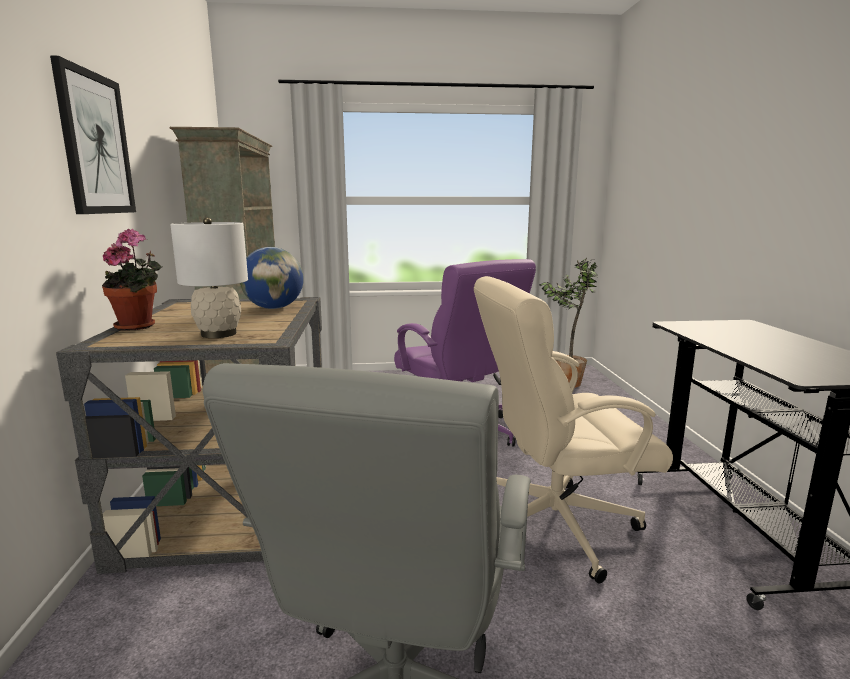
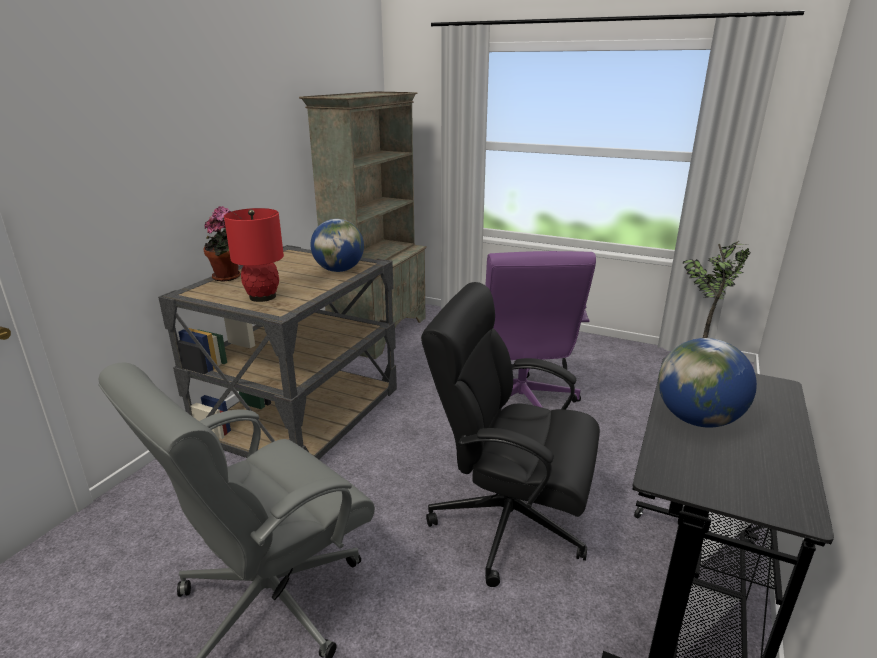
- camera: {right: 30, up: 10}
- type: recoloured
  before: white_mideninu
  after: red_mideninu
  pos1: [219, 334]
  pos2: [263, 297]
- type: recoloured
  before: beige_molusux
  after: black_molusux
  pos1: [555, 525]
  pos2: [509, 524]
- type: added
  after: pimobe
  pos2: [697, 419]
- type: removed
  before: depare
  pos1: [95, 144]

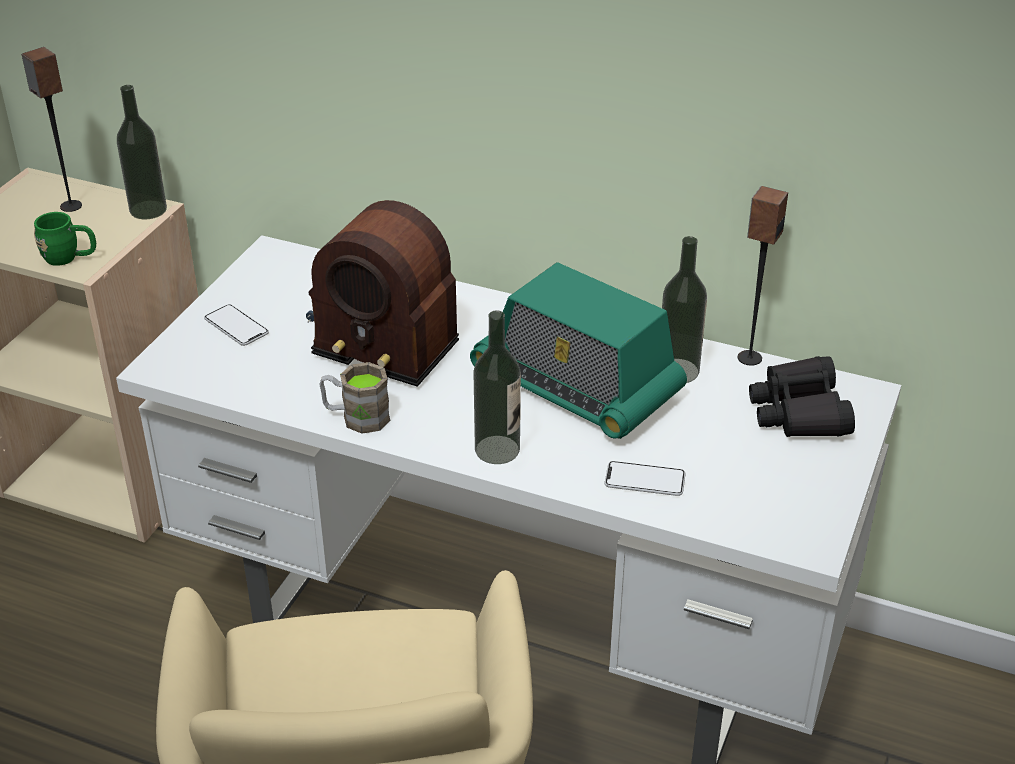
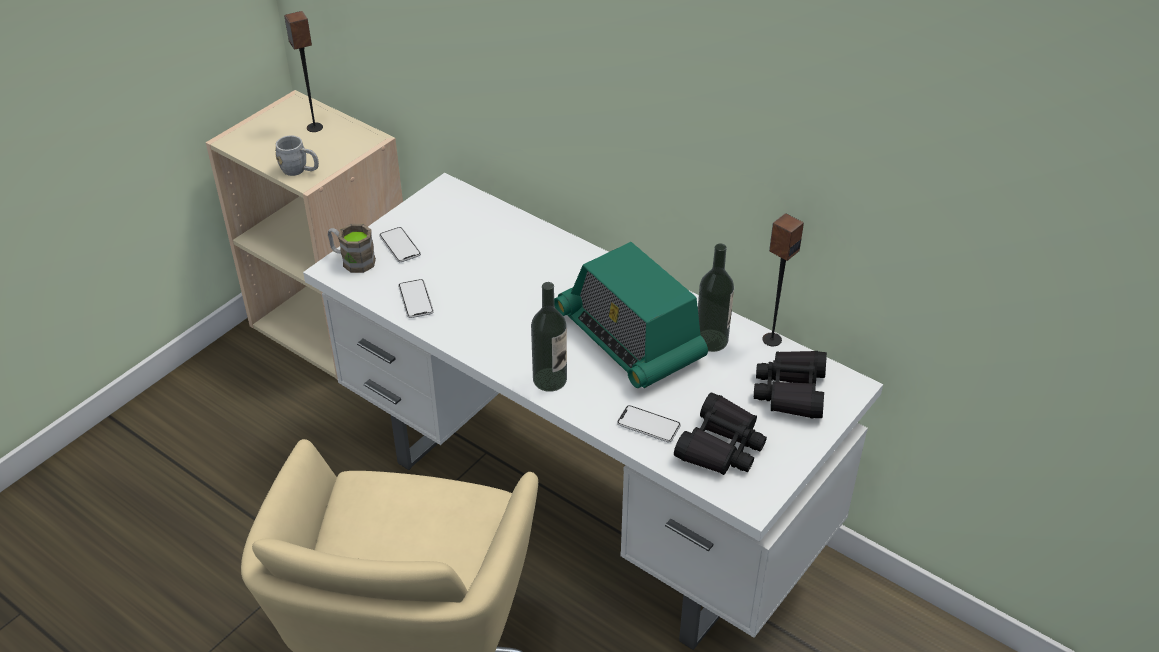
- camera: {right: 15, up: 5}
- type: recoloured
  before: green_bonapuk
  after: grey_bonapuk
  pos1: [69, 258]
  pos2: [299, 170]
- type: moved
  before: brown_bonapuk
  pos1: [356, 417]
  pos2: [352, 260]
- type: added
  after: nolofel
  pos2: [416, 299]
- type: added
  after: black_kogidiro
  pos2: [721, 446]
- type: removed
  before: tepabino
  pos1: [148, 210]
- type: removed
  before: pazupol
  pos1: [383, 328]

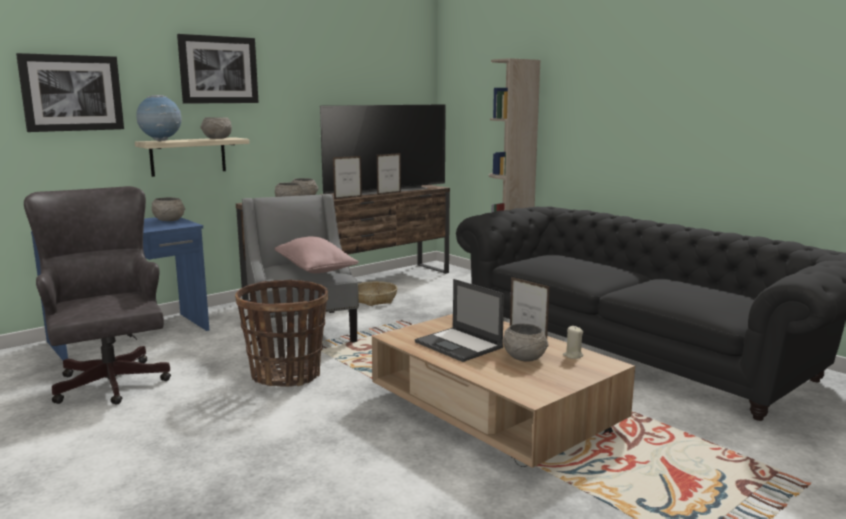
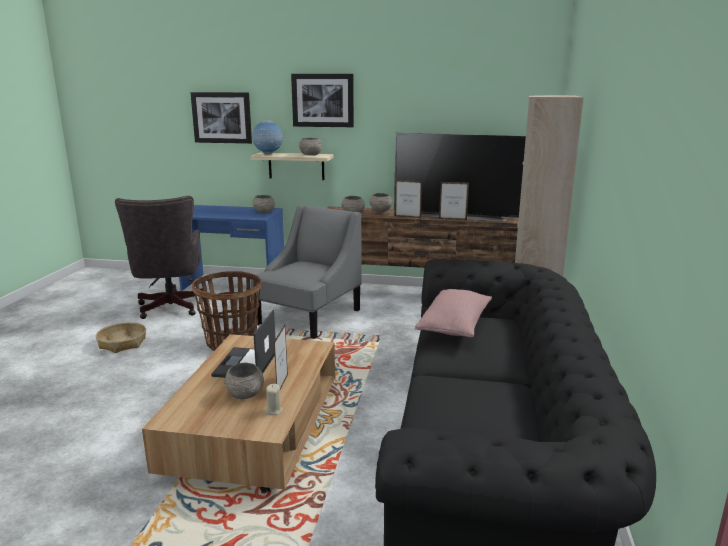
- camera: {right: 50, up: 5}
- type: moved
  before: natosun
  pos1: [374, 299]
  pos2: [123, 343]
- type: turned
  before: grey_molusux
  pos1: [110, 381]
  pos2: [170, 309]
  turn: 150
- type: moved
  before: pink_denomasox
  pos1: [315, 269]
  pos2: [454, 326]

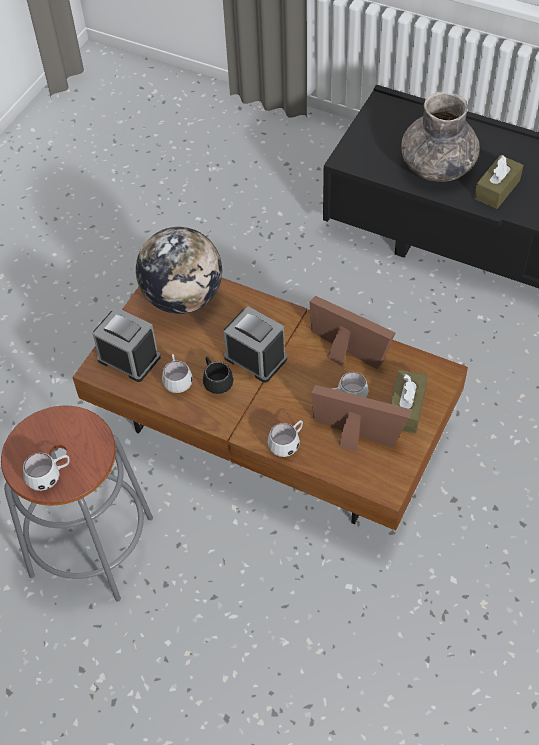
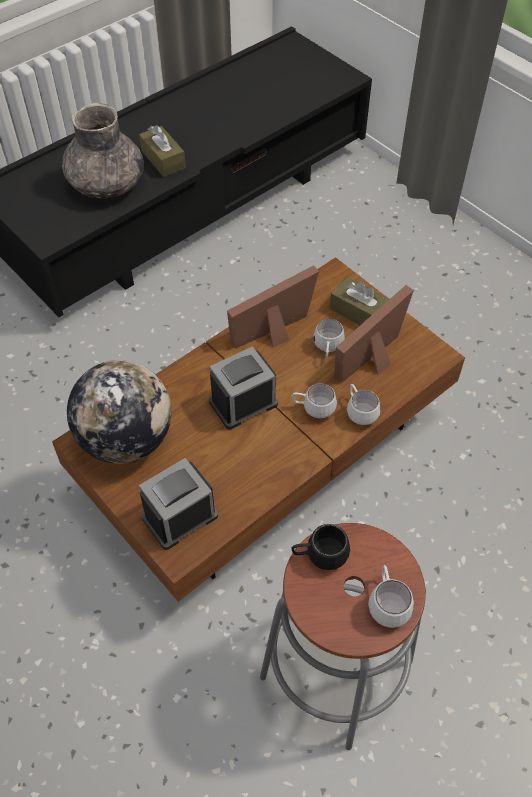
- camera: {right: -70, up: 0}
- type: moved
  before: black_bonapuk
  pos1: [216, 382]
  pos2: [319, 556]
- type: moved
  before: white_bonapuk
  pos1: [177, 381]
  pos2: [313, 409]

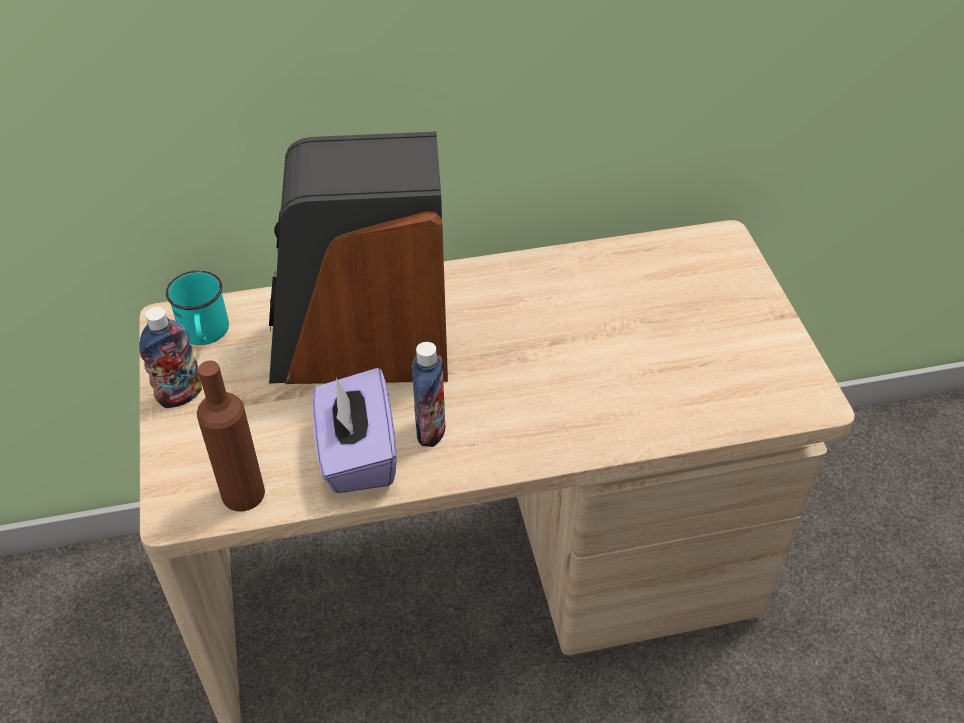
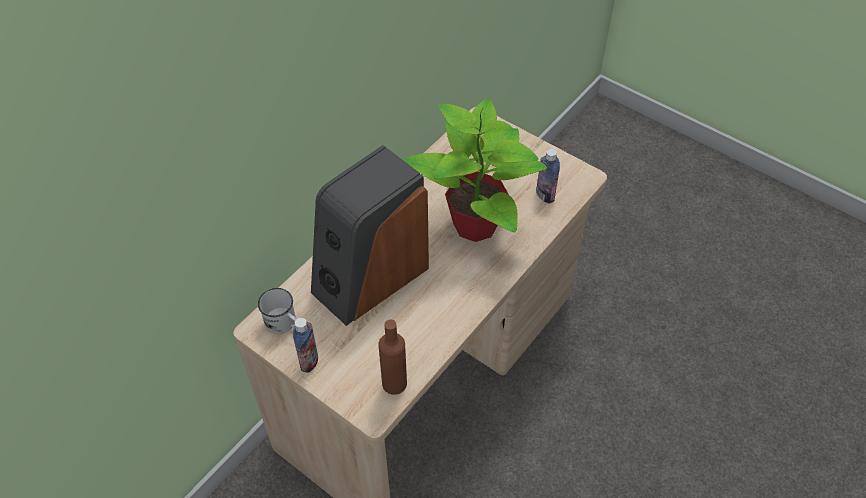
- camera: {right: -40, up: 5}
- type: recoloured
  before: turquoise_bonapuk
  after: white_bonapuk
  pos1: [204, 334]
  pos2: [284, 324]
- type: added
  after: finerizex
  pos2: [477, 224]
- type: moved
  before: tepabino
  pos1: [430, 430]
  pos2: [545, 195]
- type: removed
  before: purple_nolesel
  pos1: [357, 455]

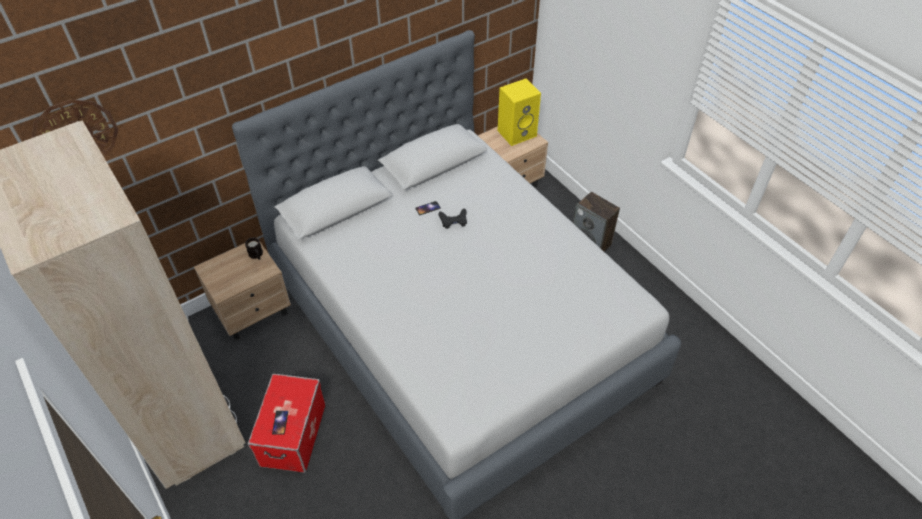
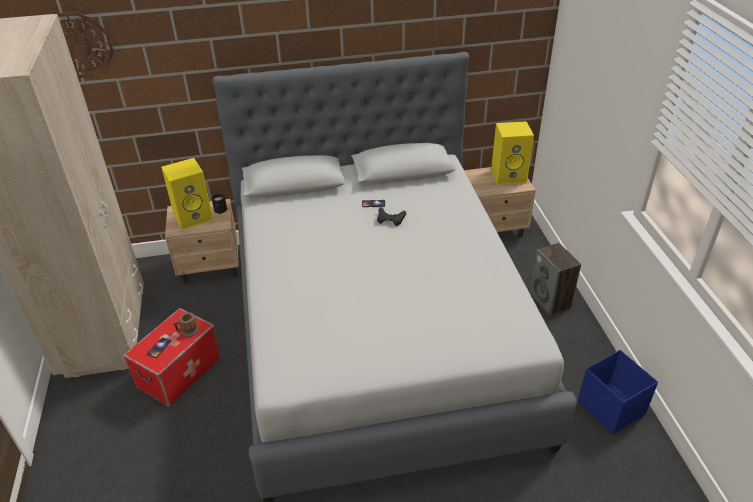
- camera: {right: 25, up: -10}
- type: added
  after: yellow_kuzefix
  pos2: [194, 216]
- type: added
  after: bonapuk
  pos2: [188, 331]
- type: added
  after: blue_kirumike
  pos2: [611, 409]

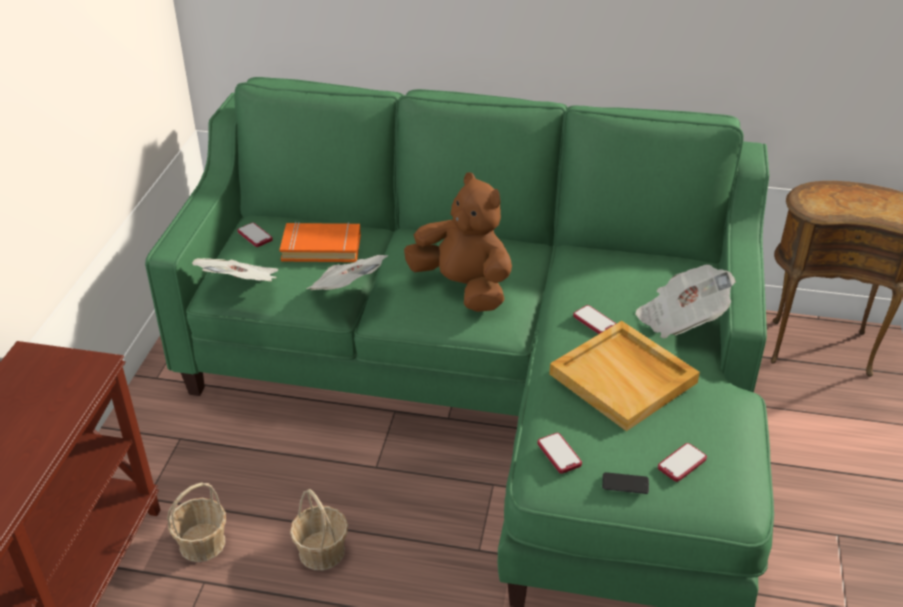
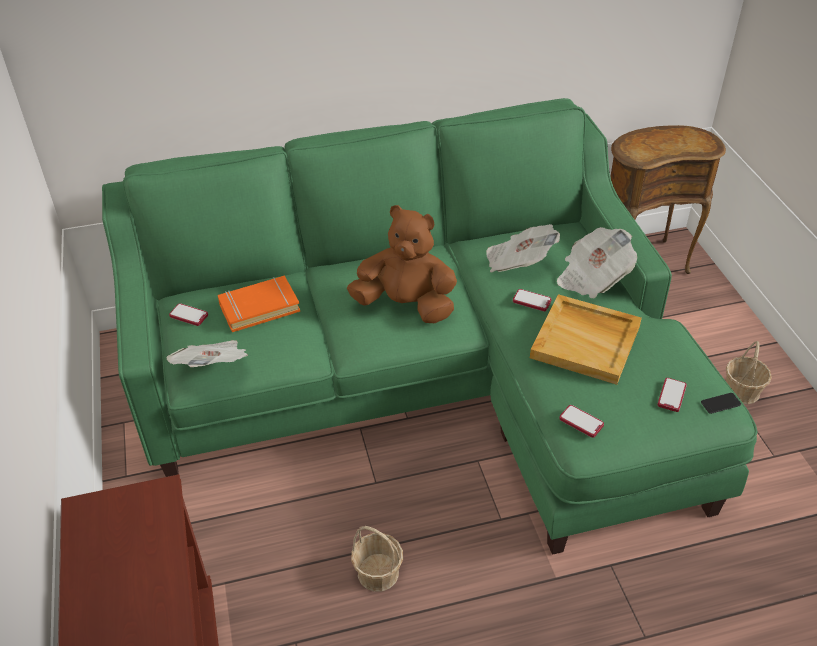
- camera: {right: -25, up: 5}
- type: moved
  before: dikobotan
  pos1: [348, 290]
  pos2: [518, 263]
- type: moved
  before: nolofel
  pos1: [625, 484]
  pos2: [720, 403]
- type: moved
  before: natosun
  pos1: [202, 543]
  pos2: [742, 391]

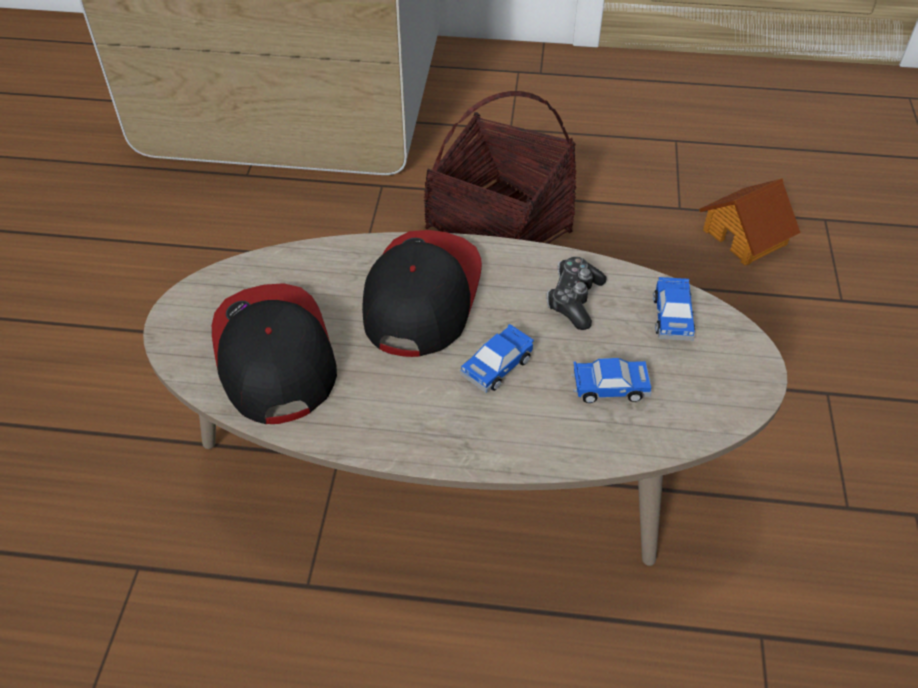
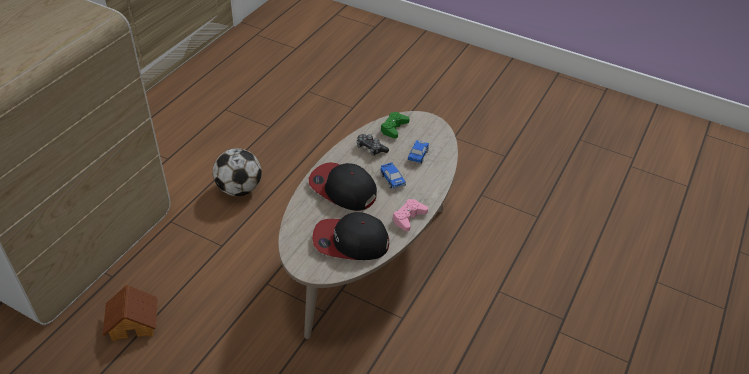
- camera: {right: -70, up: -5}
- type: moved
  before: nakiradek
  pos1: [745, 236]
  pos2: [133, 322]
- type: replaced
  before: natosun
  after: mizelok
  pos1: [499, 231]
  pos2: [239, 189]
- type: replaced
  before: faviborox
  after: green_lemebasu
  pos1: [672, 317]
  pos2: [394, 128]
- type: added
  after: pink_lemebasu
  pos2: [408, 218]

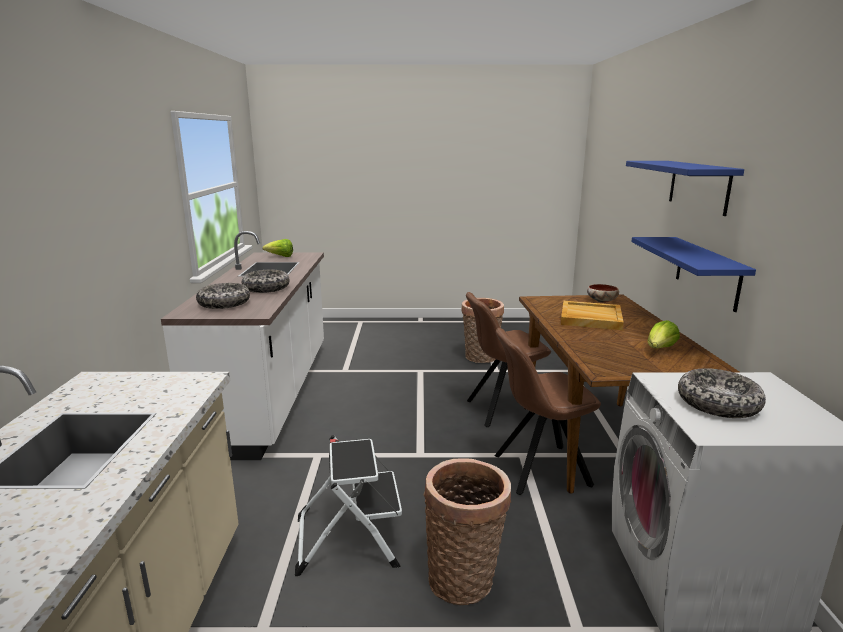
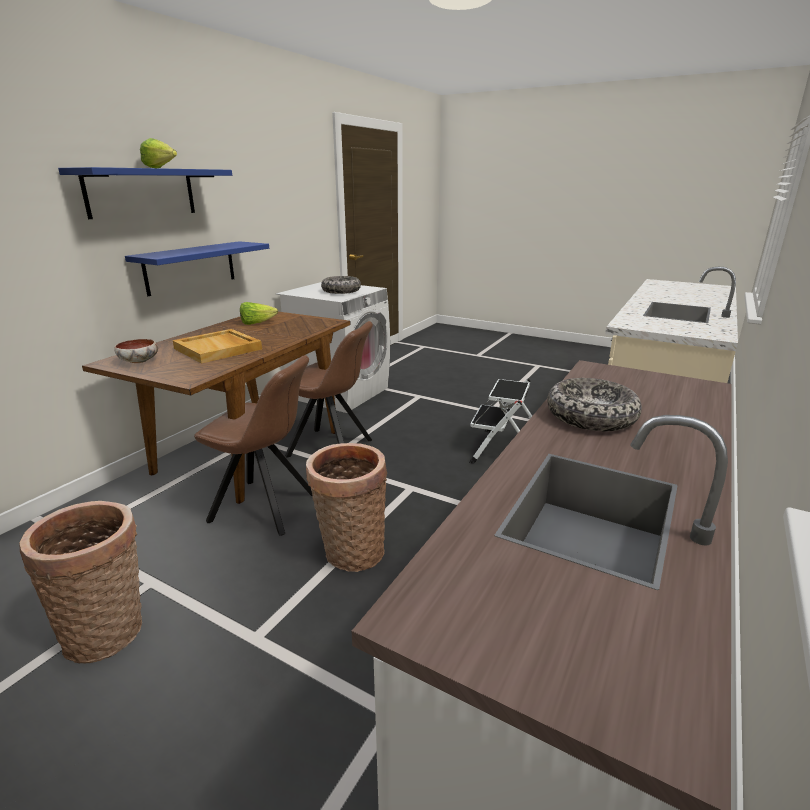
- camera: {right: -150, up: 5}
- type: moved
  before: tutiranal
  pos1: [280, 257]
  pos2: [161, 168]
- type: moved
  before: natosun
  pos1: [464, 578]
  pos2: [350, 552]
- type: removed
  before: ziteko
  pos1: [224, 303]

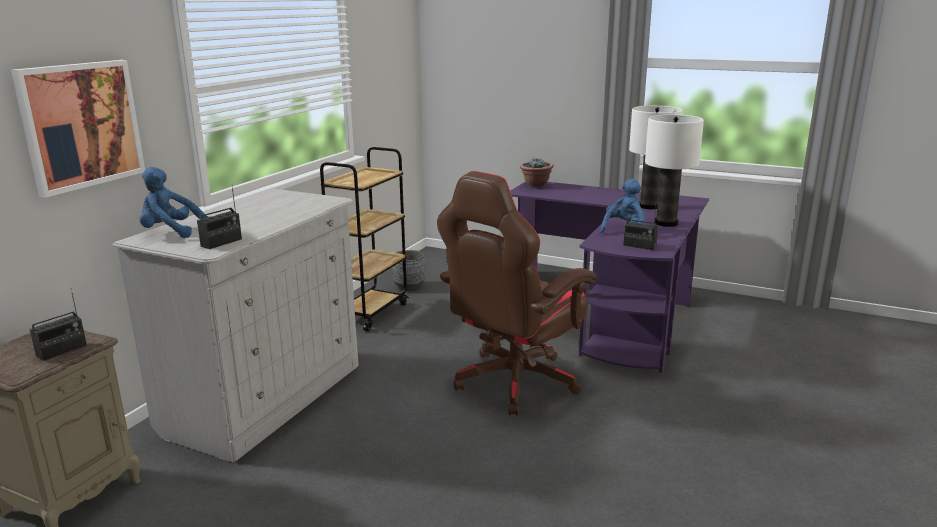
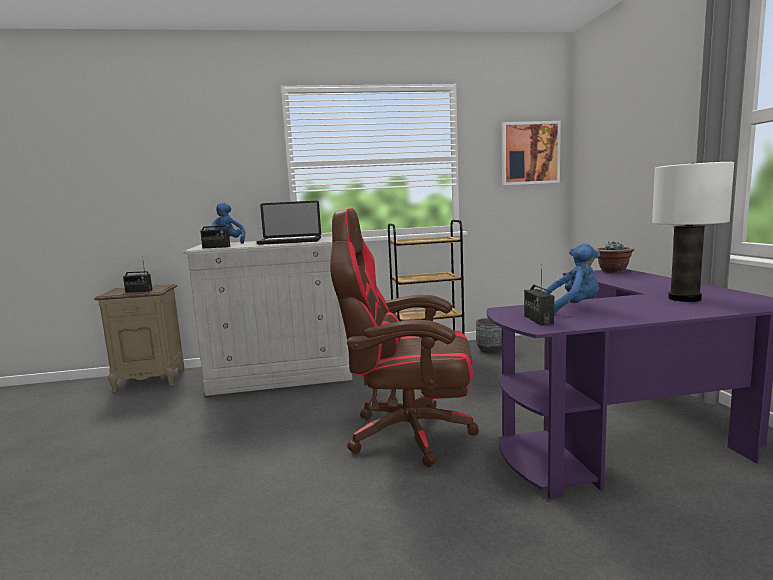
- camera: {right: 55, up: -10}
- type: added
  after: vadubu
  pos2: [290, 241]
- type: moved
  before: depare
  pos1: [81, 125]
  pos2: [530, 153]
- type: removed
  before: white_mideninu
  pos1: [666, 223]

